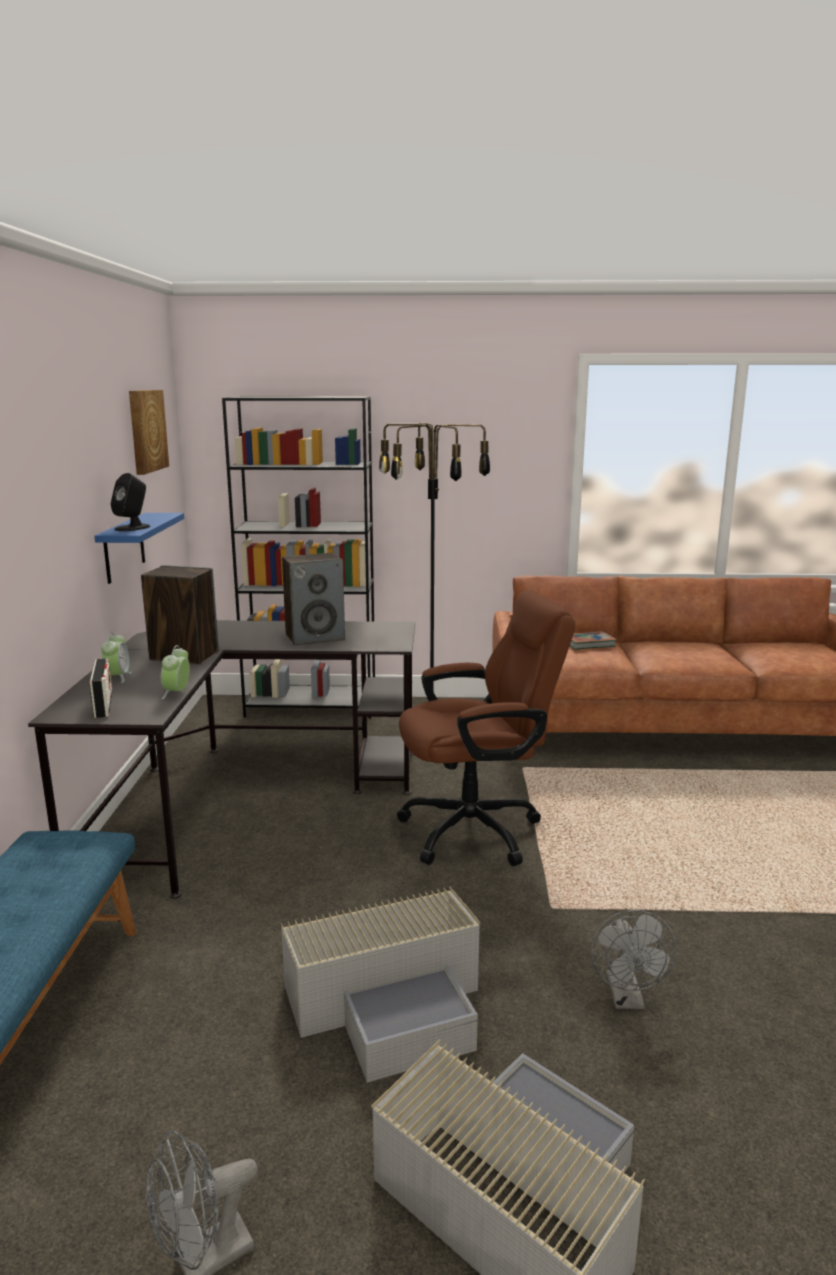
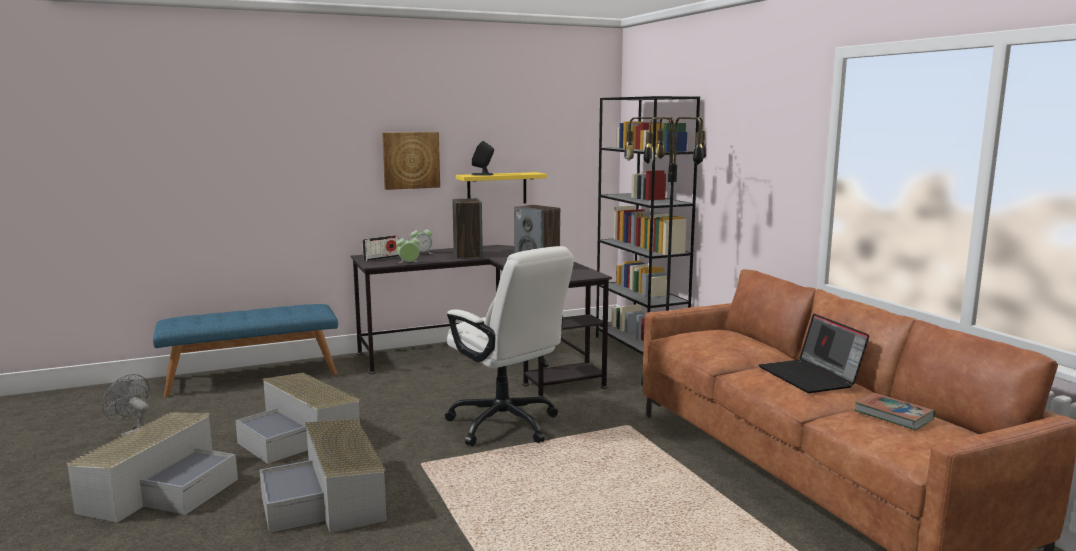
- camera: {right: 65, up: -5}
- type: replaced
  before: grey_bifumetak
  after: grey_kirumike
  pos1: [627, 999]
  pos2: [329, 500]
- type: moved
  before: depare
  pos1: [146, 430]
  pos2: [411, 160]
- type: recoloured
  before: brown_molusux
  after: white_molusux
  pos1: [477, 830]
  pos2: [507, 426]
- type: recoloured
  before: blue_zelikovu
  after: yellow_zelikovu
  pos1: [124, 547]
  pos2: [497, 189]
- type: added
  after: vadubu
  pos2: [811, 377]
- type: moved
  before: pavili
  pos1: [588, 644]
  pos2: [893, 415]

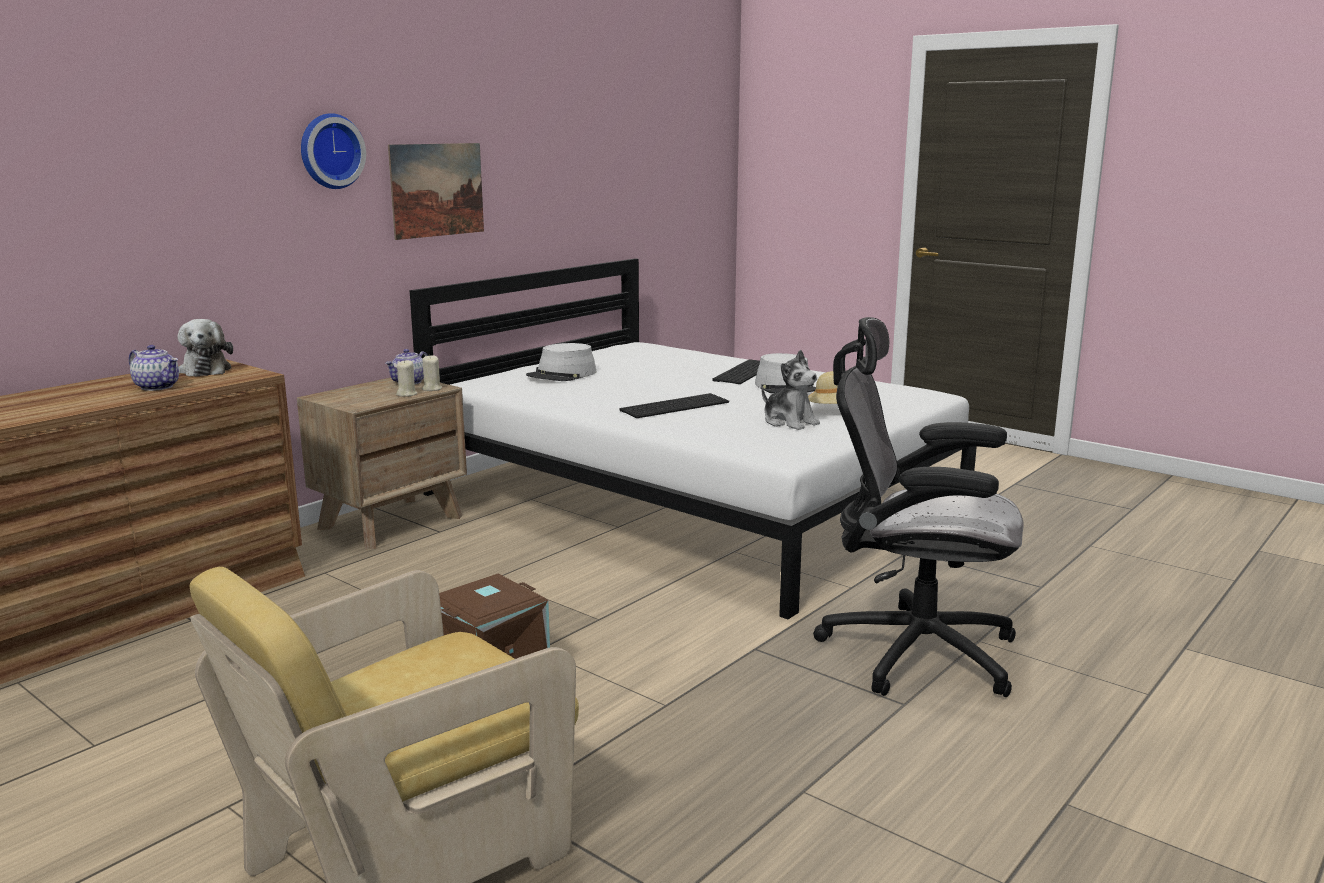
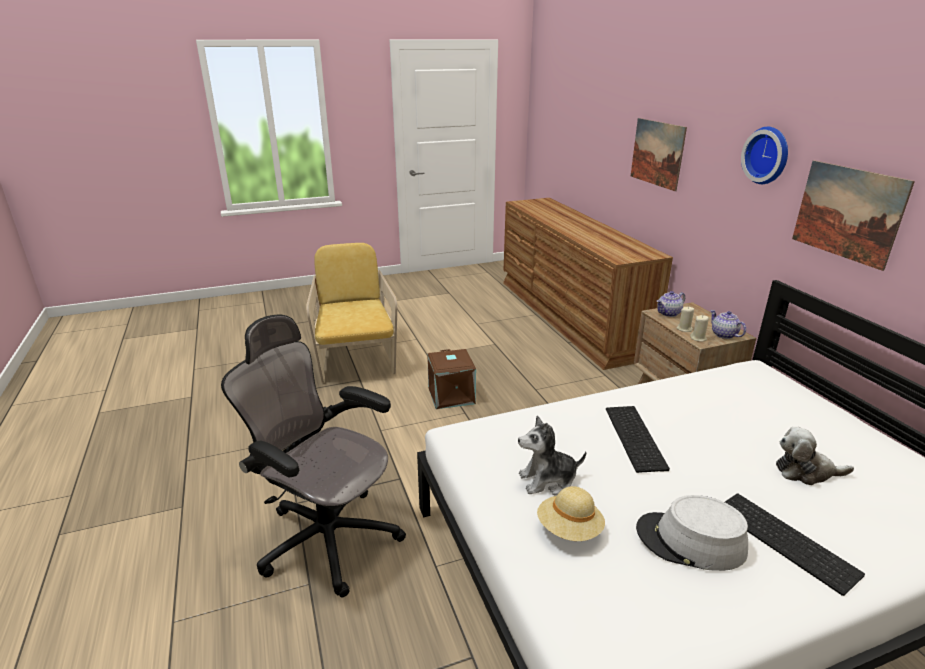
- camera: {right: 120, up: 10}
- type: turned
  before: molusux
  pos1: [917, 654]
  pos2: [328, 540]
  turn: -105
- type: added
  after: depare
  pos2: [657, 153]
- type: moved
  before: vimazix
  pos1: [158, 387]
  pos2: [668, 313]
- type: moved
  before: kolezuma
  pos1: [205, 370]
  pos2: [806, 471]
- type: removed
  before: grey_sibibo
  pos1: [562, 375]

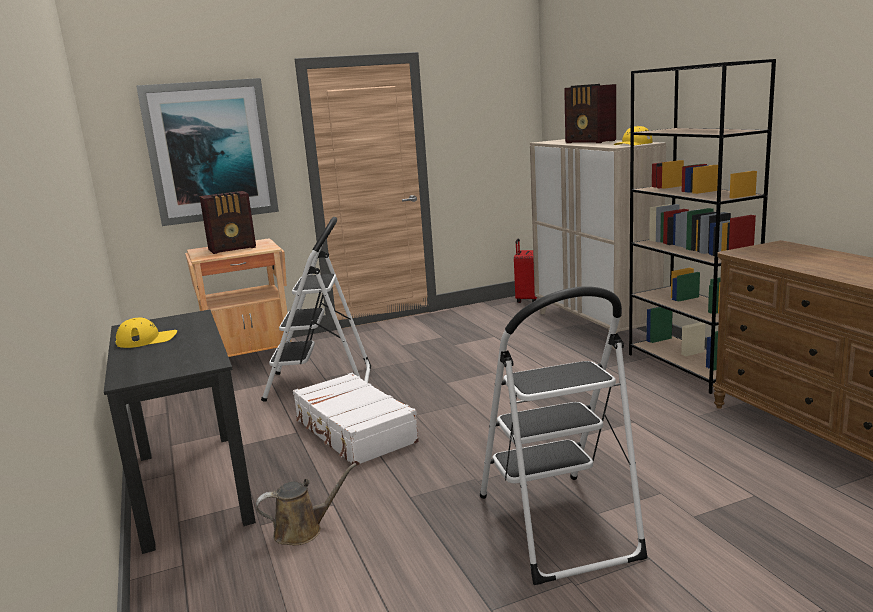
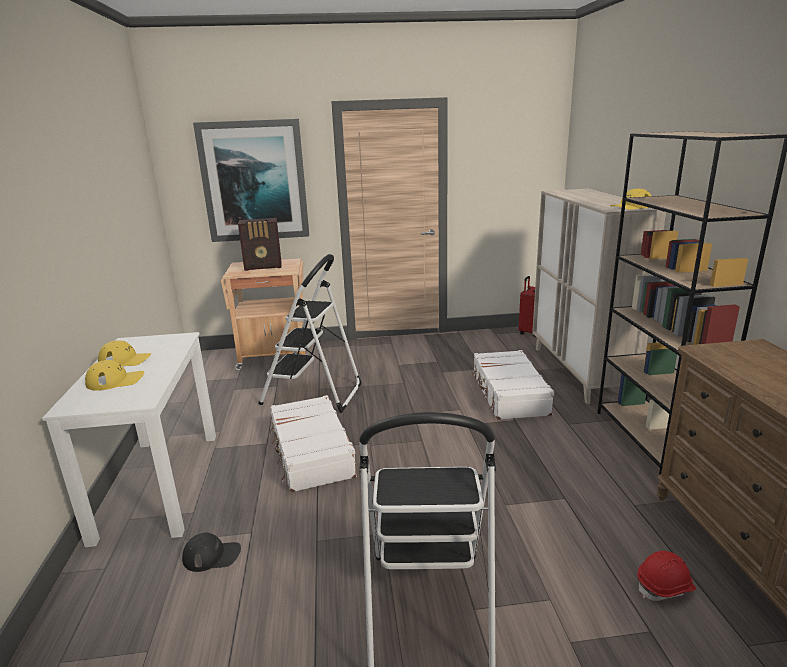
- camera: {right: 15, up: 5}
- type: recoloured
  before: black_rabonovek
  after: white_rabonovek
  pos1: [192, 486]
  pos2: [160, 483]
- type: added
  after: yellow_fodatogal
  pos2: [115, 380]
- type: replaced
  before: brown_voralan
  after: black_fodatogal
  pos1: [303, 530]
  pos2: [212, 556]
- type: added
  after: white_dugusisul
  pos2: [509, 394]
- type: added
  after: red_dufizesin
  pos2: [665, 587]
- type: removed
  before: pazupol
  pos1: [590, 142]

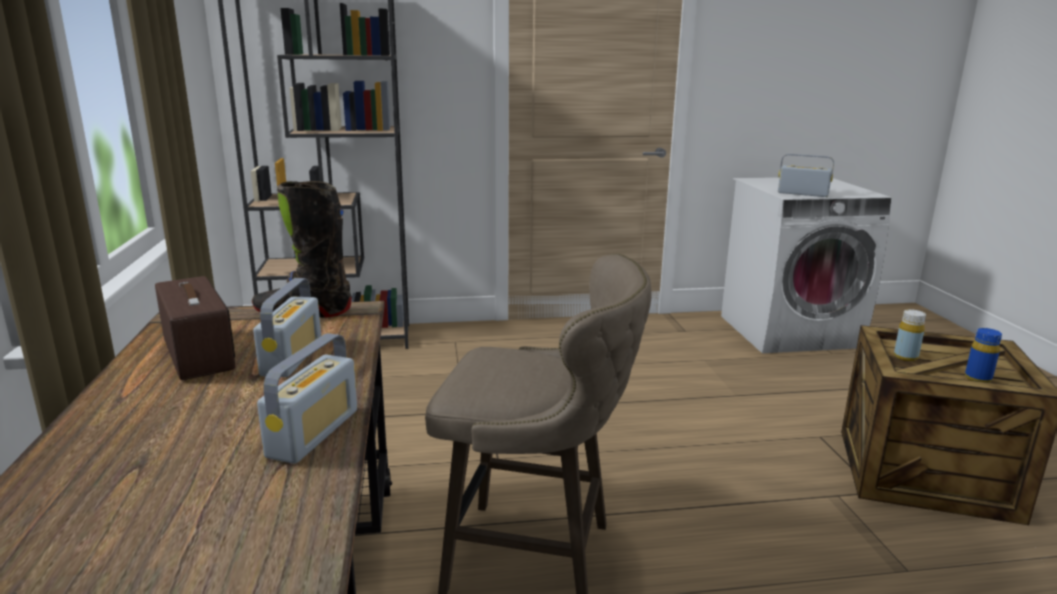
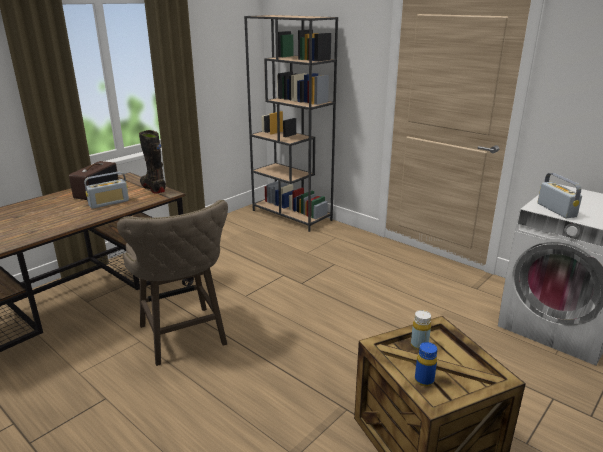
- camera: {right: 50, up: 5}
- type: removed
  before: pazupol
  pos1: [314, 433]

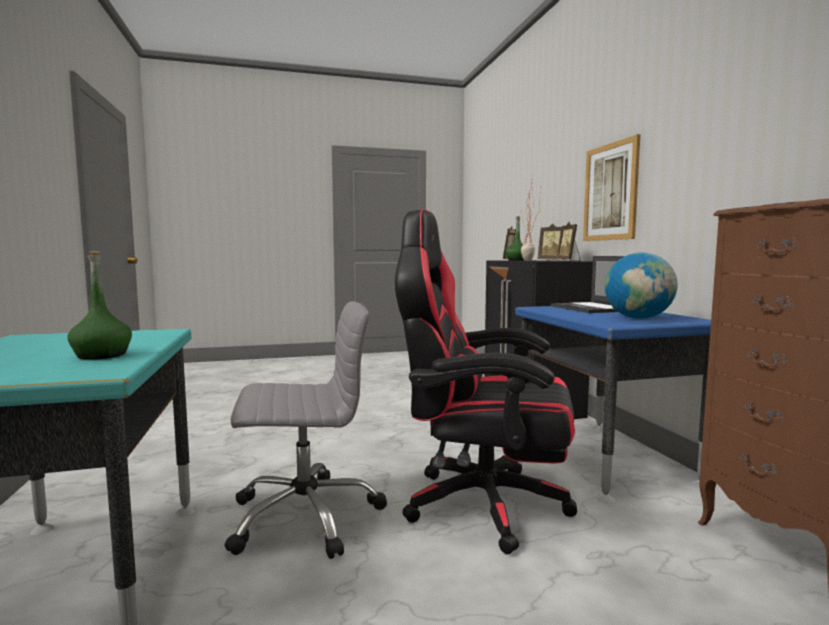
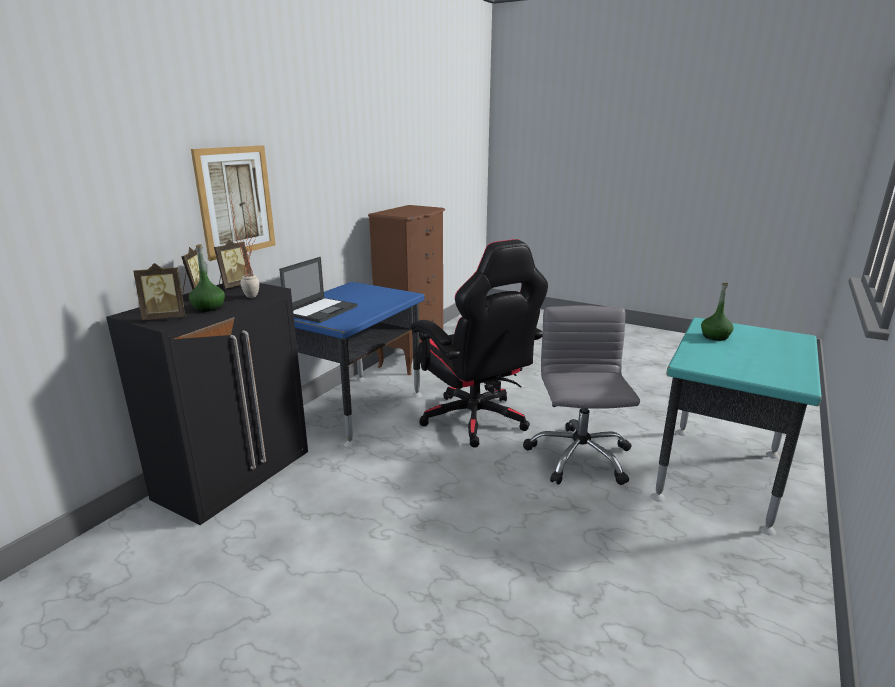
- camera: {right: -135, up: 15}
- type: turned
  before: grey_molusux
  pos1: [306, 516]
  pos2: [579, 457]
  turn: 60
- type: removed
  before: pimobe
  pos1: [638, 318]

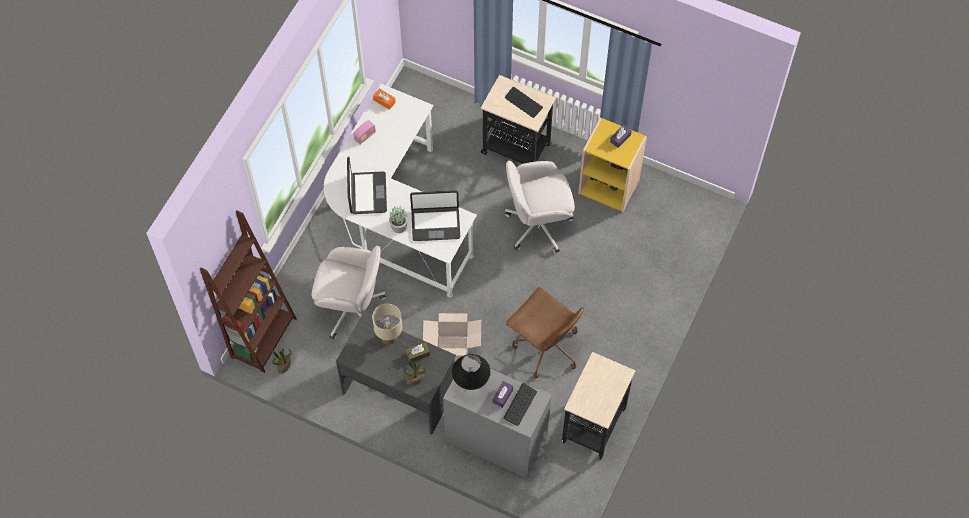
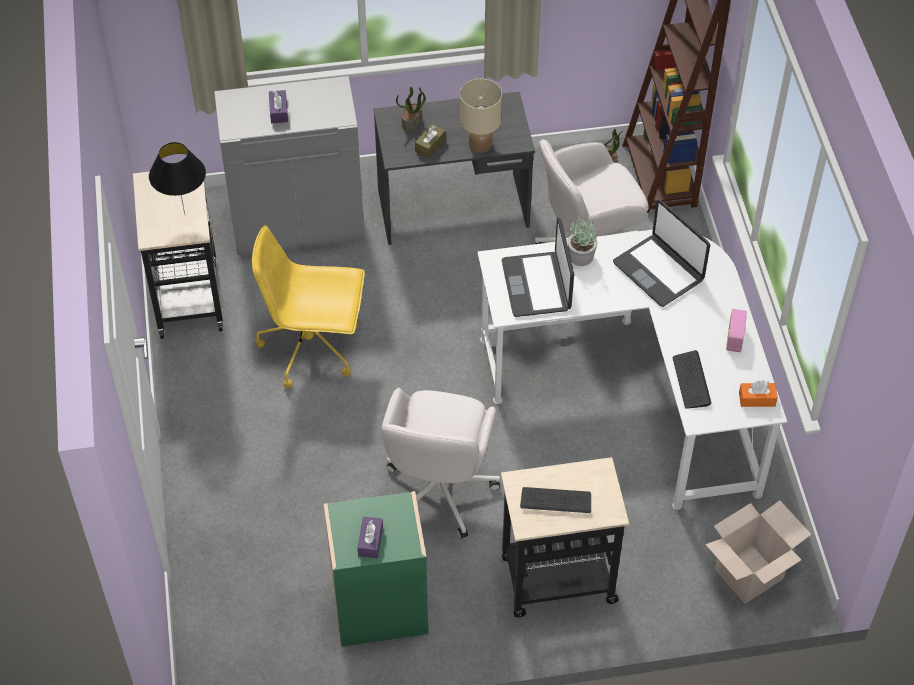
- camera: {right: 145, up: -10}
- type: moved
  before: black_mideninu
  pos1: [471, 387]
  pos2: [184, 213]
- type: recoloured
  before: brown_molusux
  after: yellow_molusux
  pos1: [544, 346]
  pos2: [315, 349]
- type: recoloured
  before: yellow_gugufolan
  after: green_gugufolan
  pos1: [609, 186]
  pos2: [378, 609]
- type: turned
  before: white_molusux
  pos1: [538, 226]
  pos2: [439, 491]
  turn: 150
- type: turned
  before: vadubu
  pos1: [435, 224]
  pos2: [537, 285]
  turn: -60
- type: moved
  before: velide
  pos1: [520, 405]
  pos2: [691, 381]
- type: moved
  before: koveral
  pos1: [453, 349]
  pos2: [749, 574]

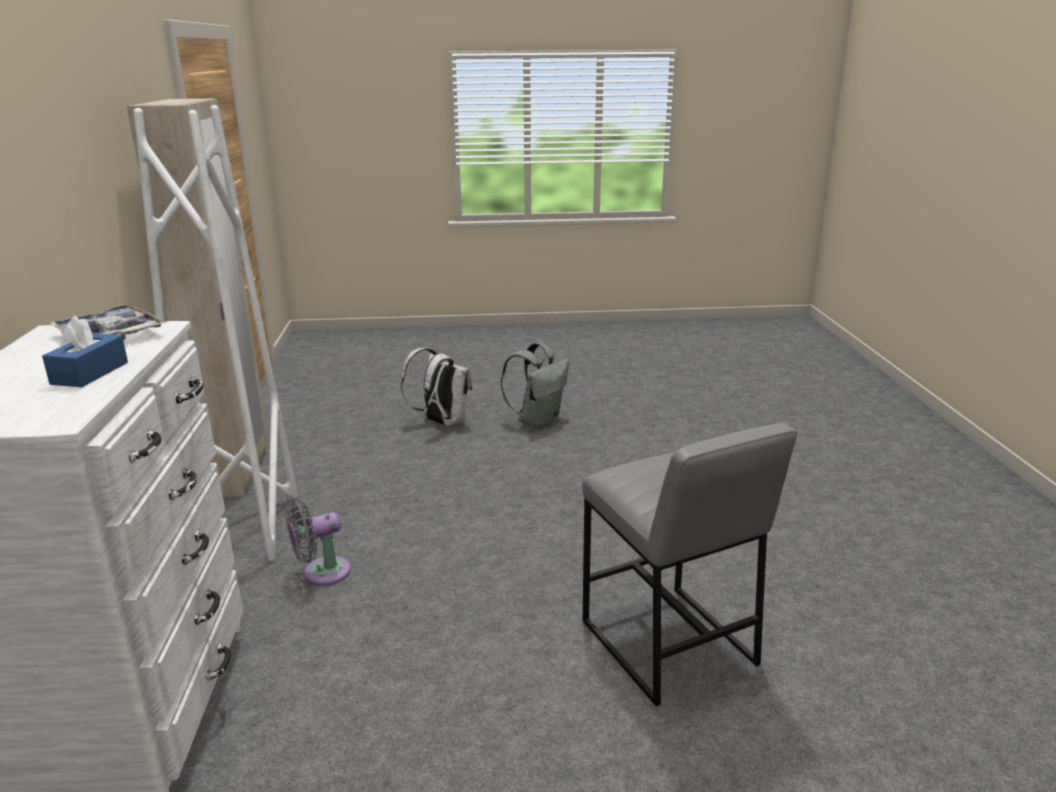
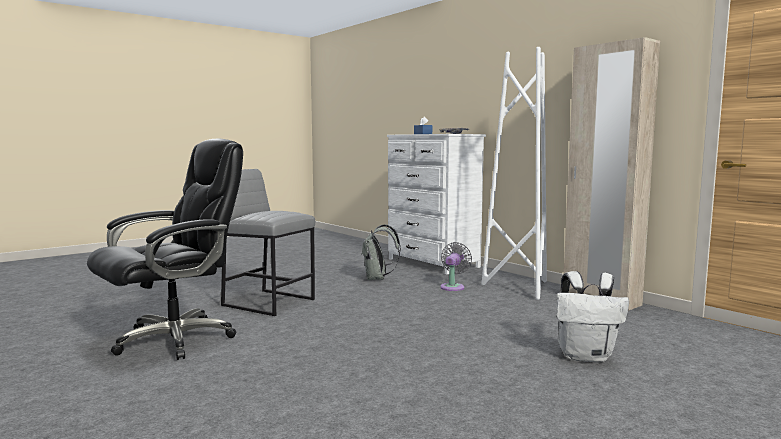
- camera: {right: 145, up: -15}
- type: added
  after: black_molusux
  pos2: [172, 340]
- type: moved
  before: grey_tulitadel
  pos1: [538, 421]
  pos2: [378, 278]

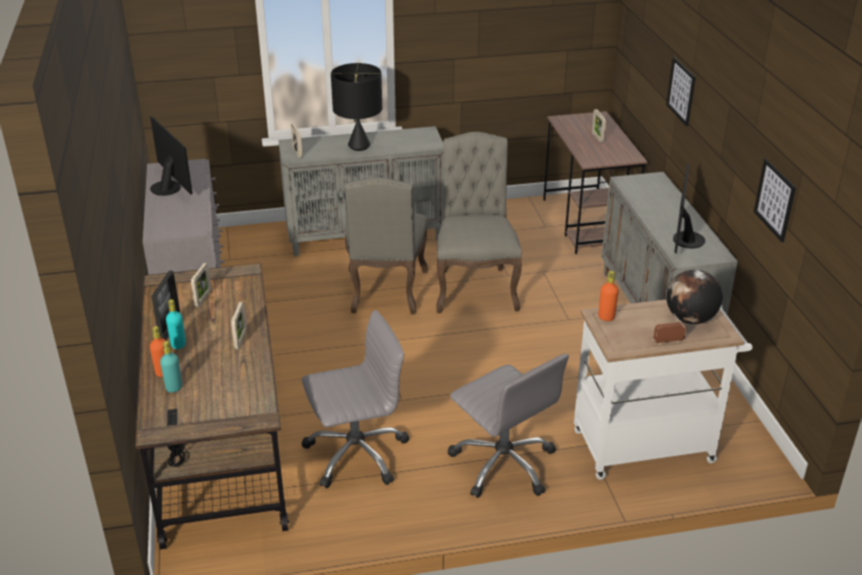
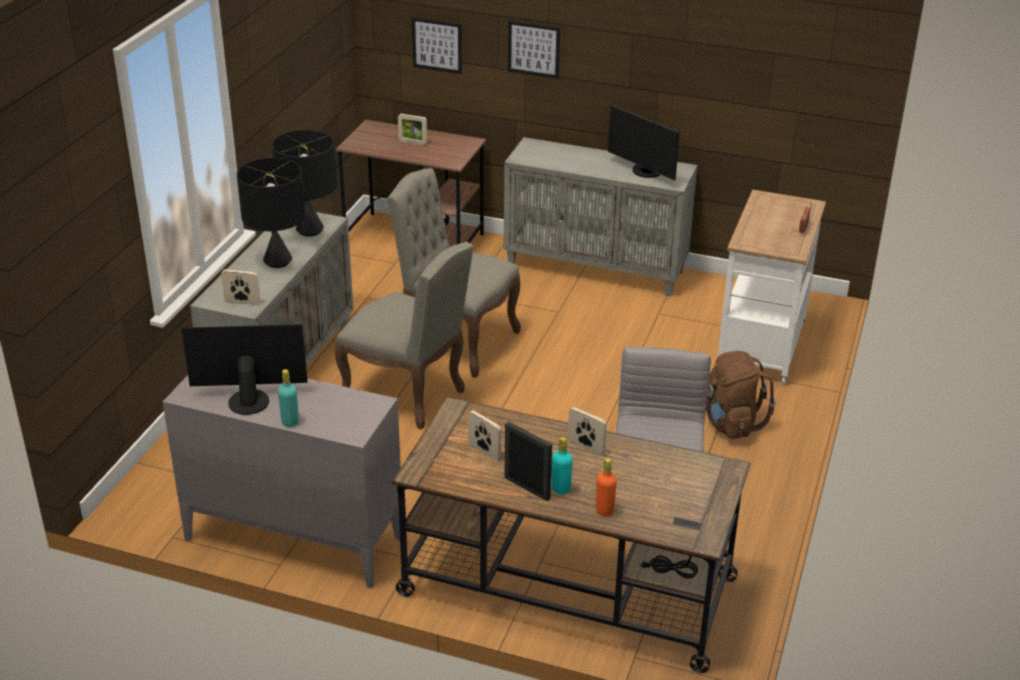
- camera: {right: -60, up: 0}
- type: added
  after: black_mideninu
  pos2: [310, 231]
- type: moved
  before: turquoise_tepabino
  pos1: [174, 388]
  pos2: [290, 422]
- type: moved
  before: depare
  pos1: [775, 200]
  pos2: [437, 45]
- type: replaced
  before: grey_molusux
  after: brown_tulitadel
  pos1: [504, 464]
  pos2: [730, 423]
- type: removed
  before: orange_tepabino
  pos1: [606, 317]
- type: removed
  before: pimobe
  pos1: [690, 319]

